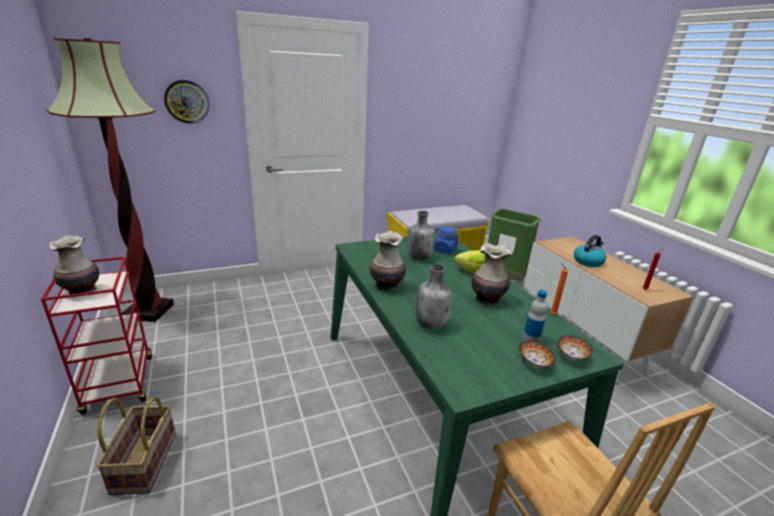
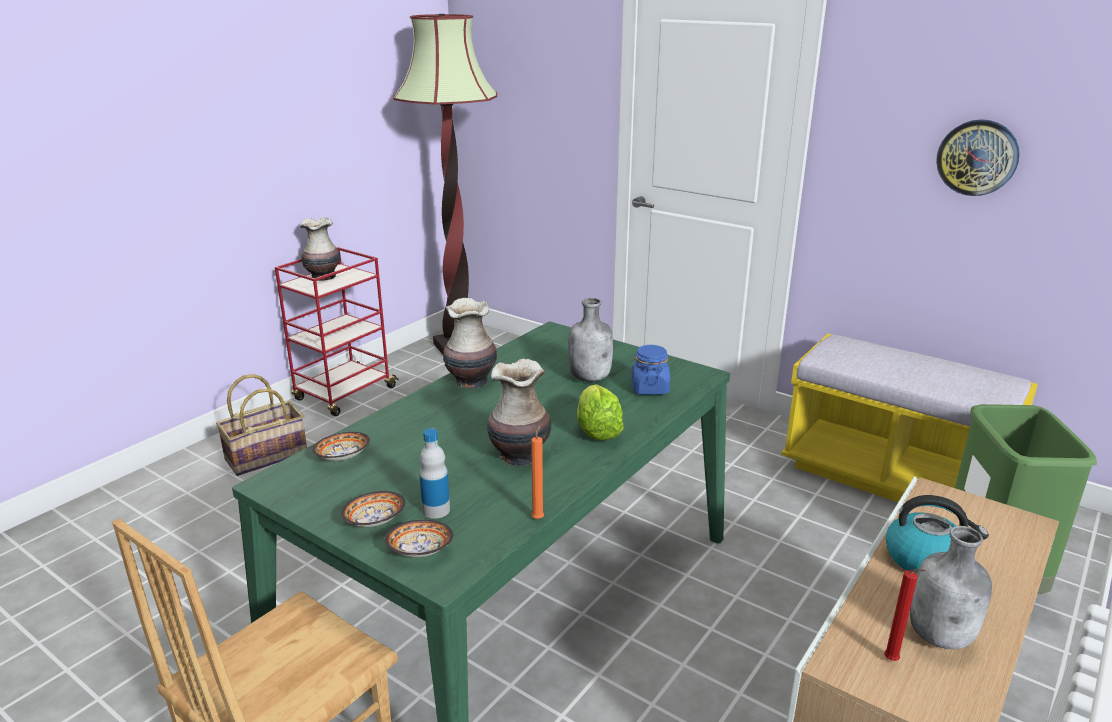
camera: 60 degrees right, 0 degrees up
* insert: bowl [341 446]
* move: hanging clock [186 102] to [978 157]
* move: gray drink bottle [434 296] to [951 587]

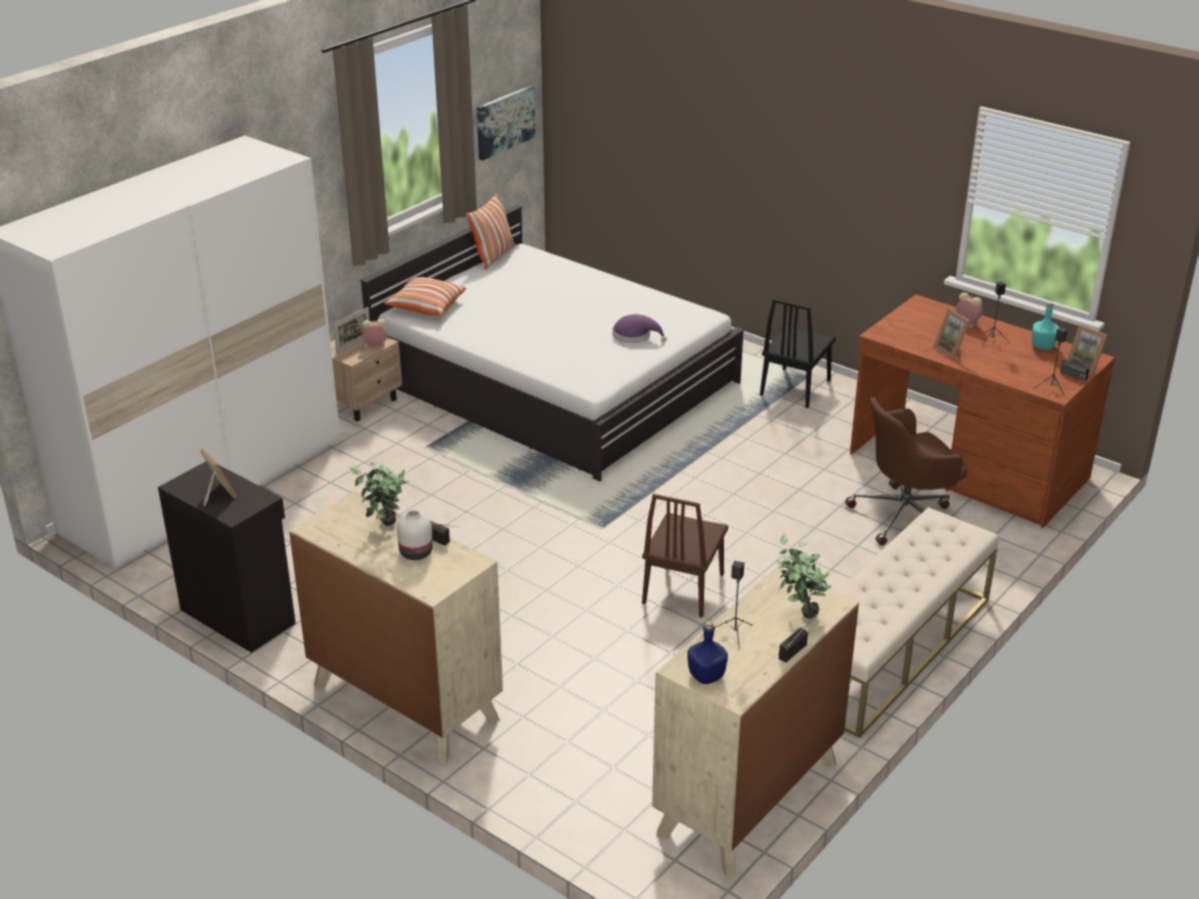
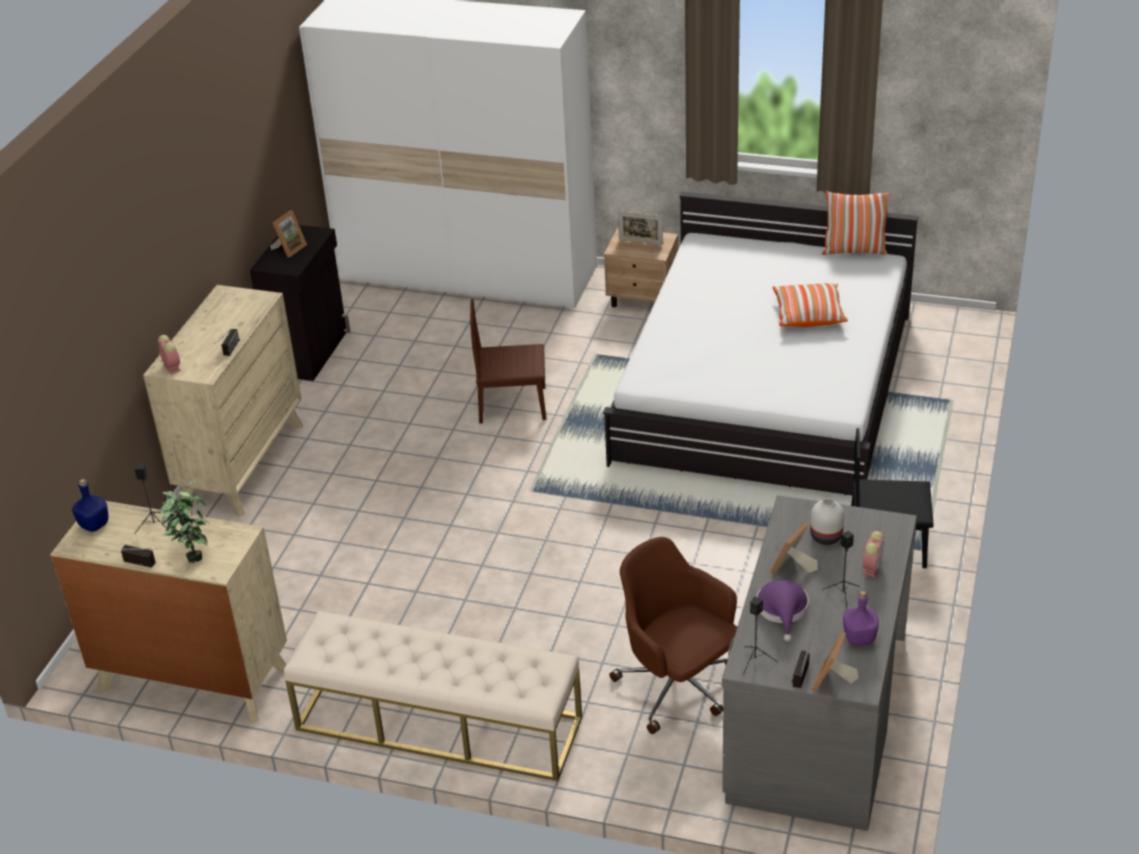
camera: 70 degrees right, 5 degrees up
* delete: potted plant [379 492]
* delete: picture [506 123]
* move: bedside clock [374 334] to [169 354]
* move: throw pillow [425 296] to [810 305]
* move: white vase [415 535] to [827 521]
* move: purple-coloured clothing hat [640 328] to [783 610]
* move: brown chair [685 556] to [508 361]
* recolor: brown desk [982 411] to gray desk [819 663]
* recolor: turquoise drink bottle [1045 326] to purple-coloured drink bottle [861 618]

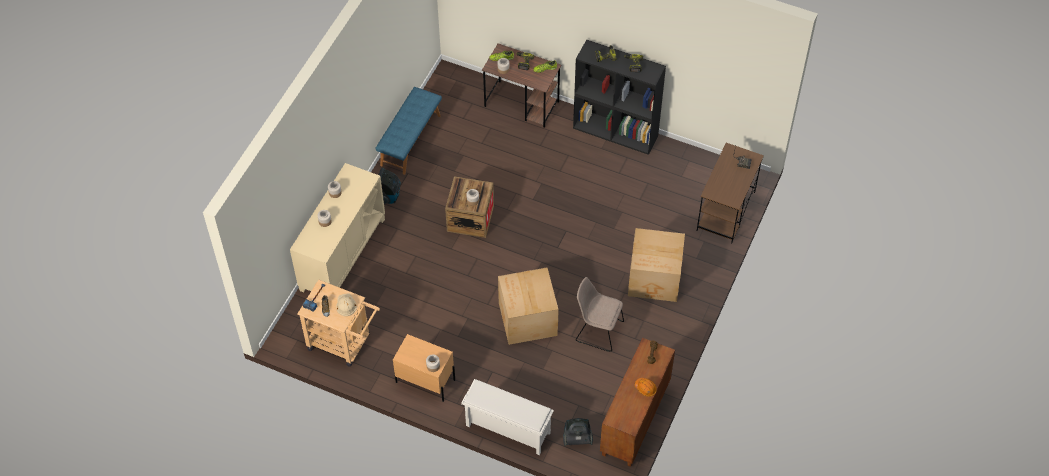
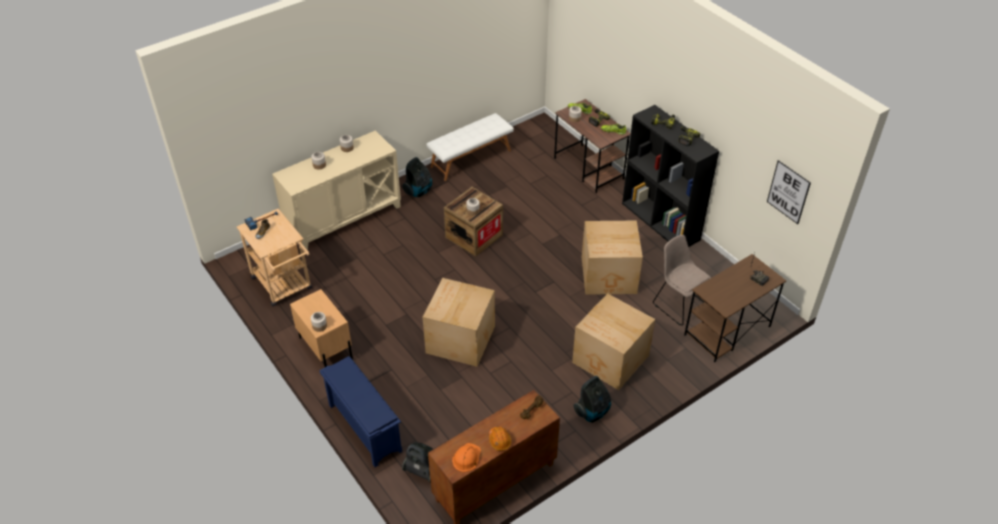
camera: 30 degrees right, 10 degrees down
* delete: sand-coloured hard hat [346 305]
* insert: orange-coloured hard hat [466 457]
* insert: vacuum cleaner [592 399]
* insert: cardboard box [612 258]
* insert: picture [789 192]
* move: sand-coloured chair [600 314] to [682 280]
* recolor: blue-coloured bench [409 131] to white bench [470 147]
* recolor: white shoe rack [507 417] to blue-coloured shoe rack [360 411]

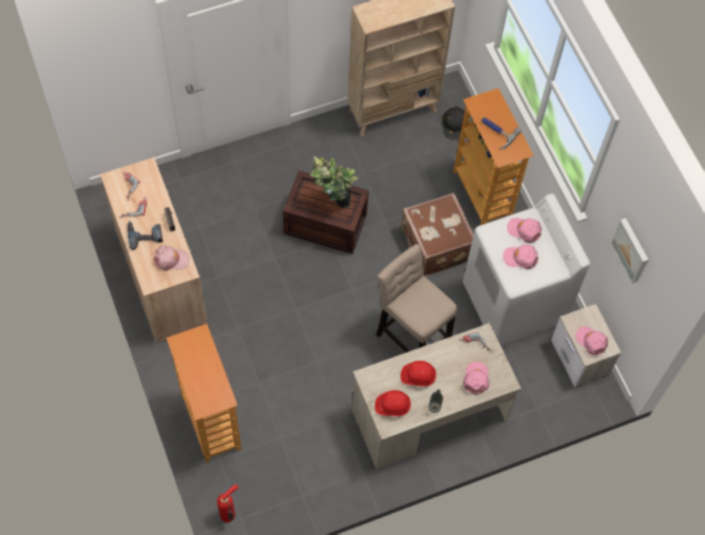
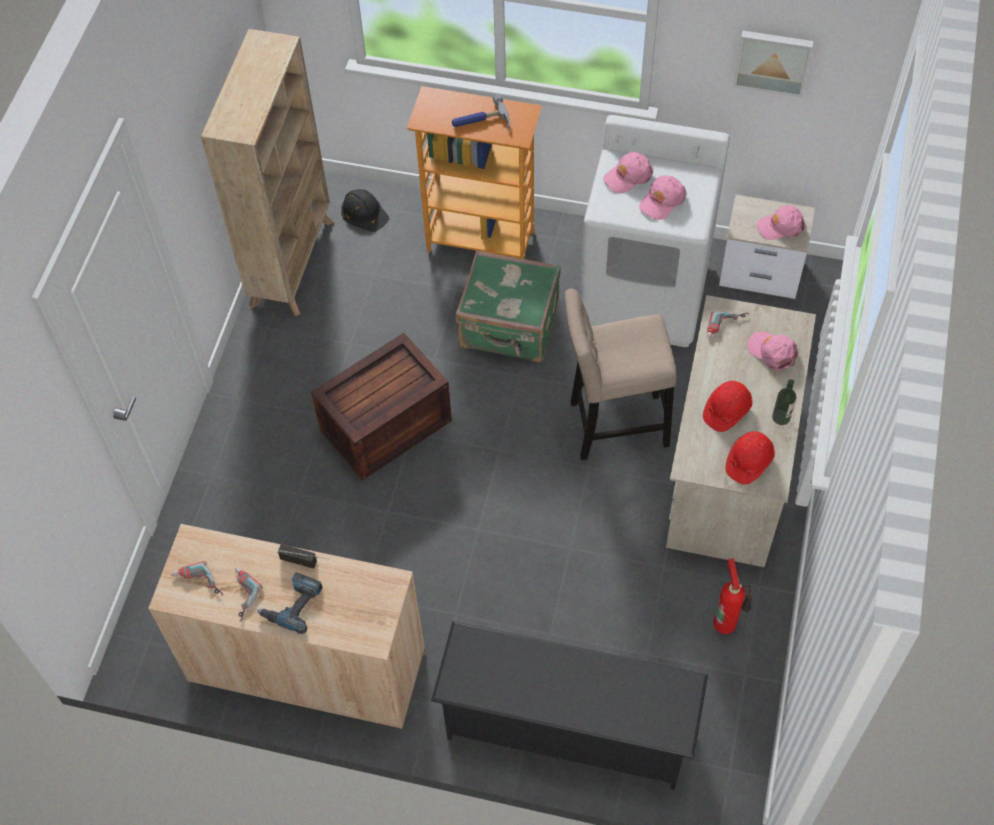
camera: 50 degrees left, 5 degrees down
* delete: pink peaked cap [171 258]
* delete: potted plant [334 182]
* move: fire extinguisher [228 503] to [733 596]
* replace: shelving unit [204 393] to black shoe rack [569 705]
* recolor: brown travel case [437 234] to greenish travel case [508 306]

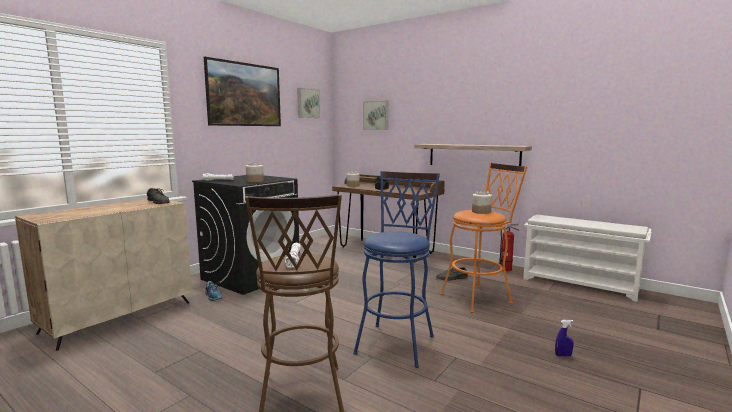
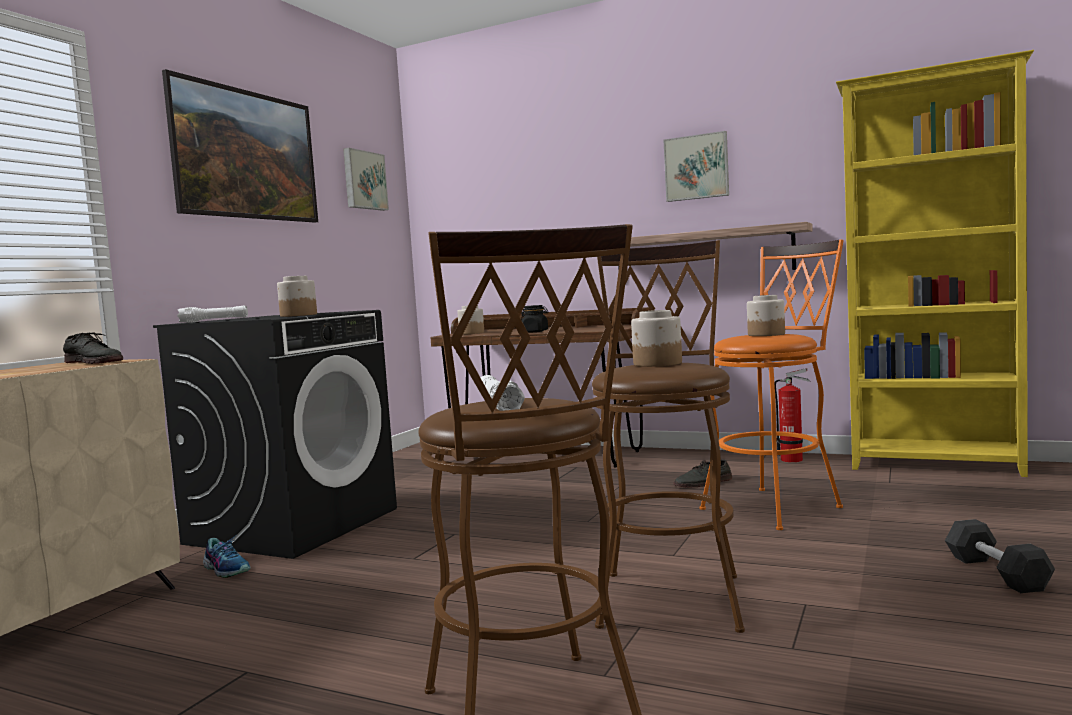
camera: 10 degrees left, 5 degrees down
* insert: jar [656 338]
* move: picture [375 115] to [696 166]
* replace: white shoe rack [587 258] to yellow shelving unit [935 263]
* replace: blue-coloured hand sprayer [564 338] to gray free weight [1000 556]
* recolor: blue-coloured sitting stool [396 269] to brown sitting stool [668 436]

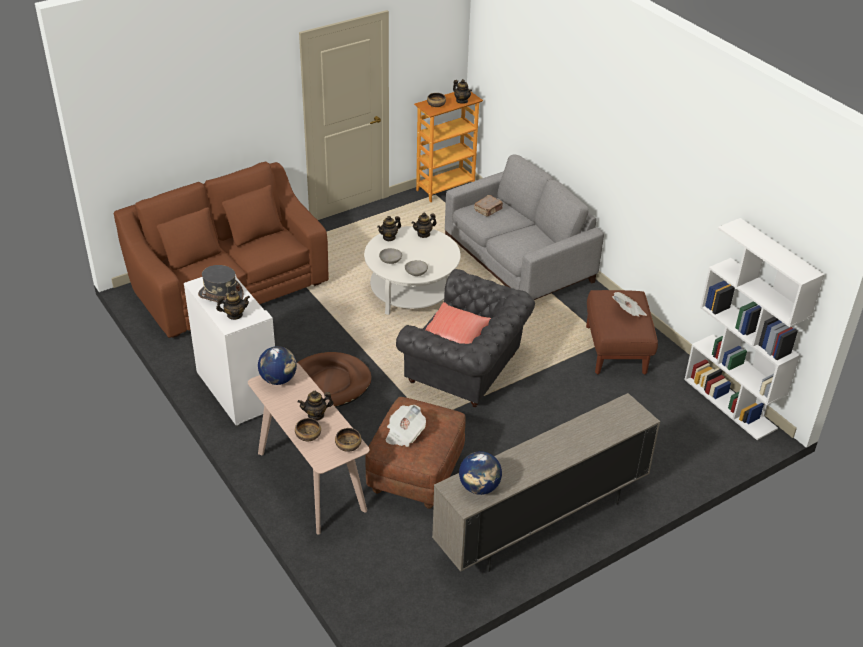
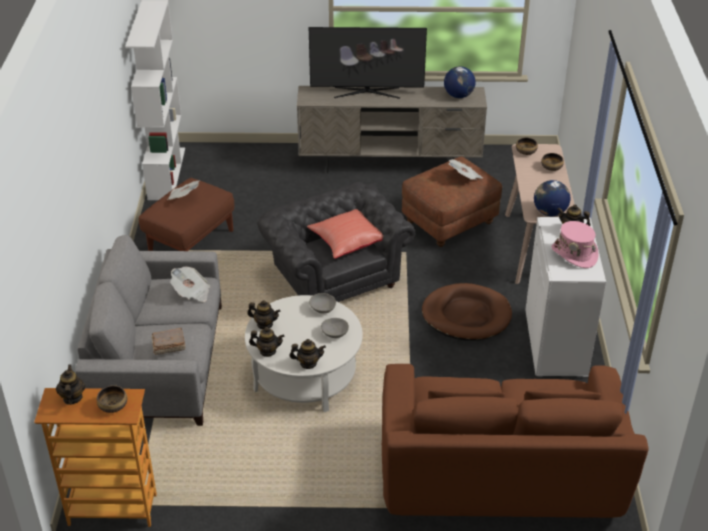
camera: 145 degrees left, 0 degrees up
* insert: daily paper [190 284]
* insert: TV set [368 63]
* move: teapot [315 406] to [263 314]
* recolor: gray clothing hat [221 283] to pink clothing hat [575 244]

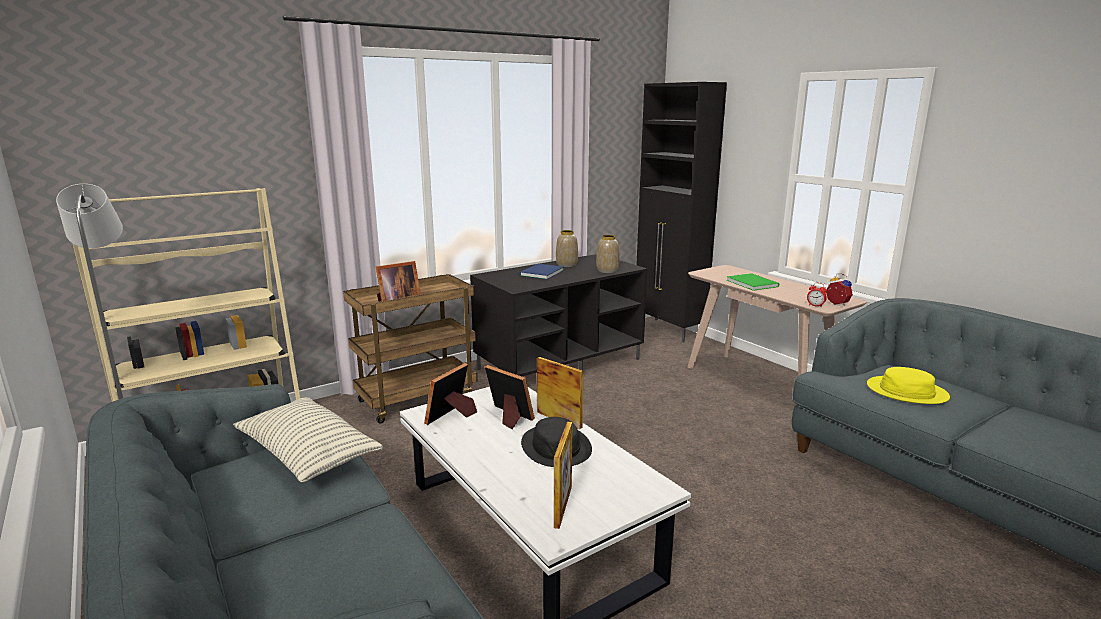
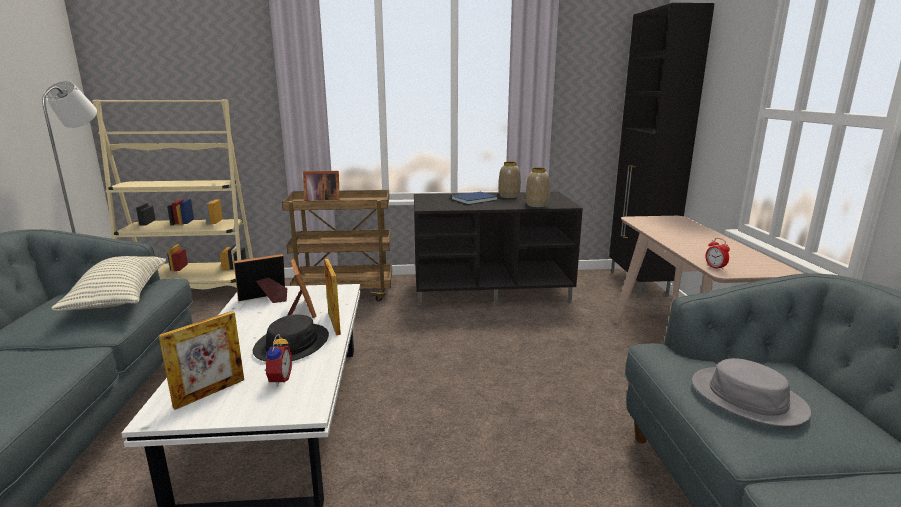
camera: 30 degrees right, 0 degrees up
* delete: greenish bound book [753 282]
* move: bedside clock [839 289] to [278 360]
* recolor: yellow clothing hat [908 385] to gray clothing hat [751 392]

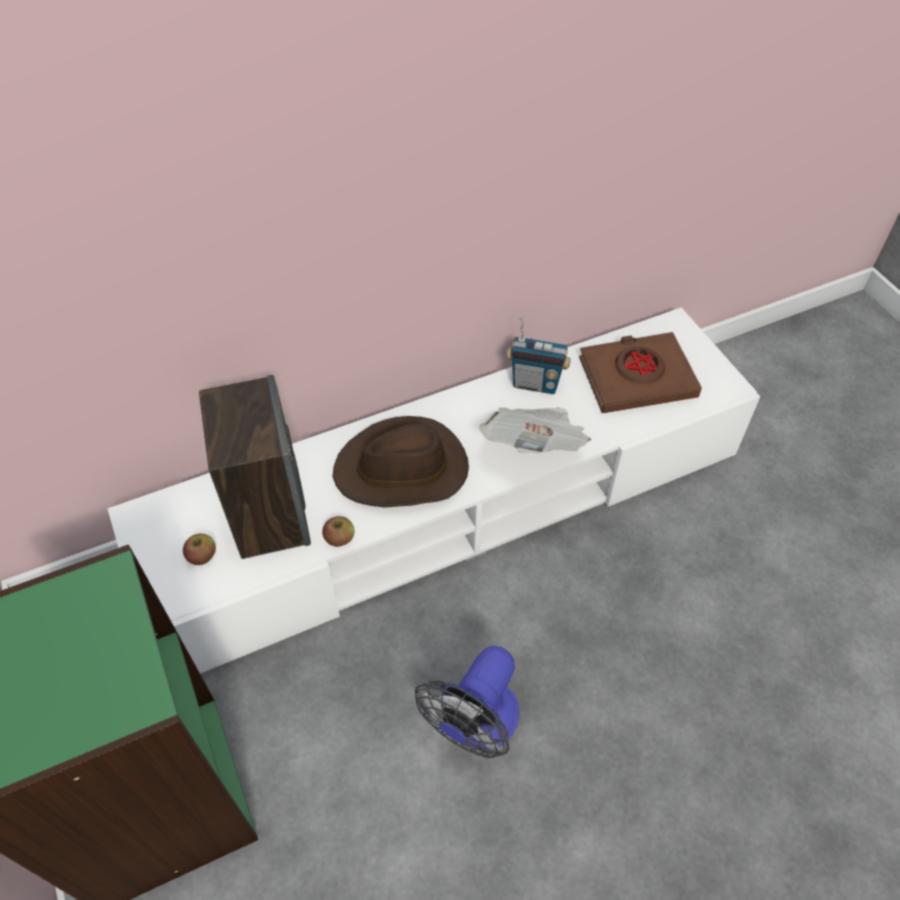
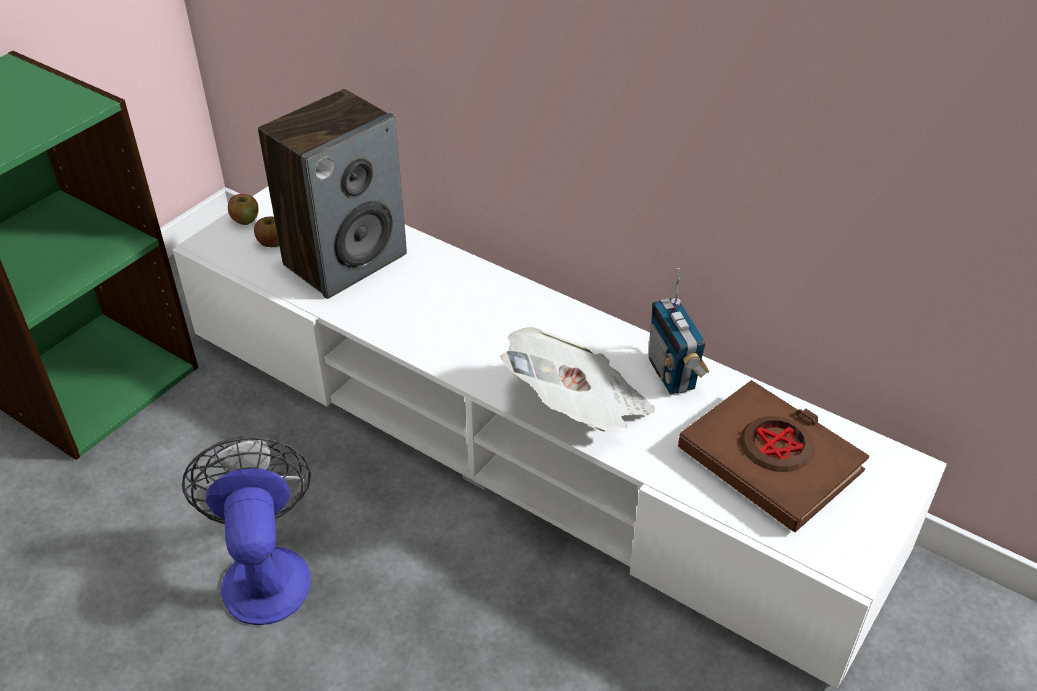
camera: 60 degrees right, 10 degrees down
* delete: brown clothing hat [401 462]
* move: apple fruit [338 531] to [243 209]
* rotate: cooling fan [467 702] = [246 530] 75 degrees clockwise

